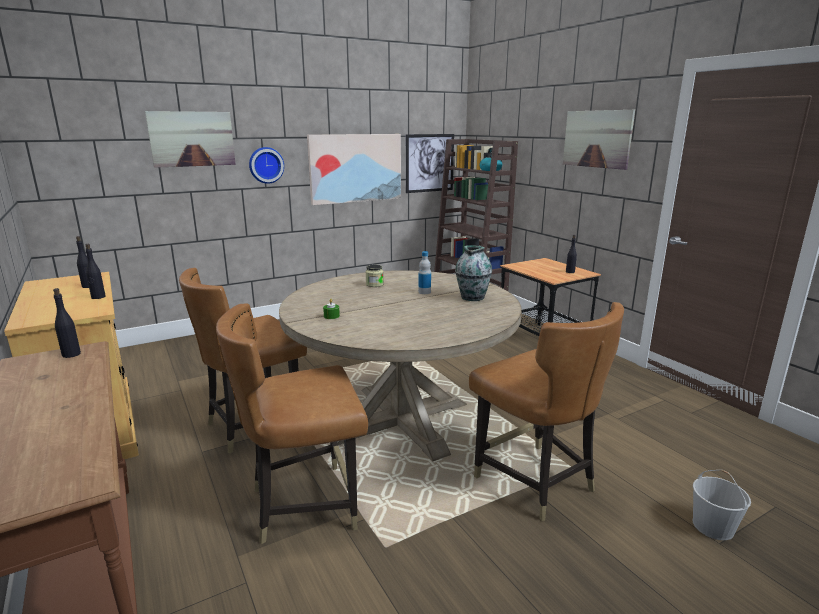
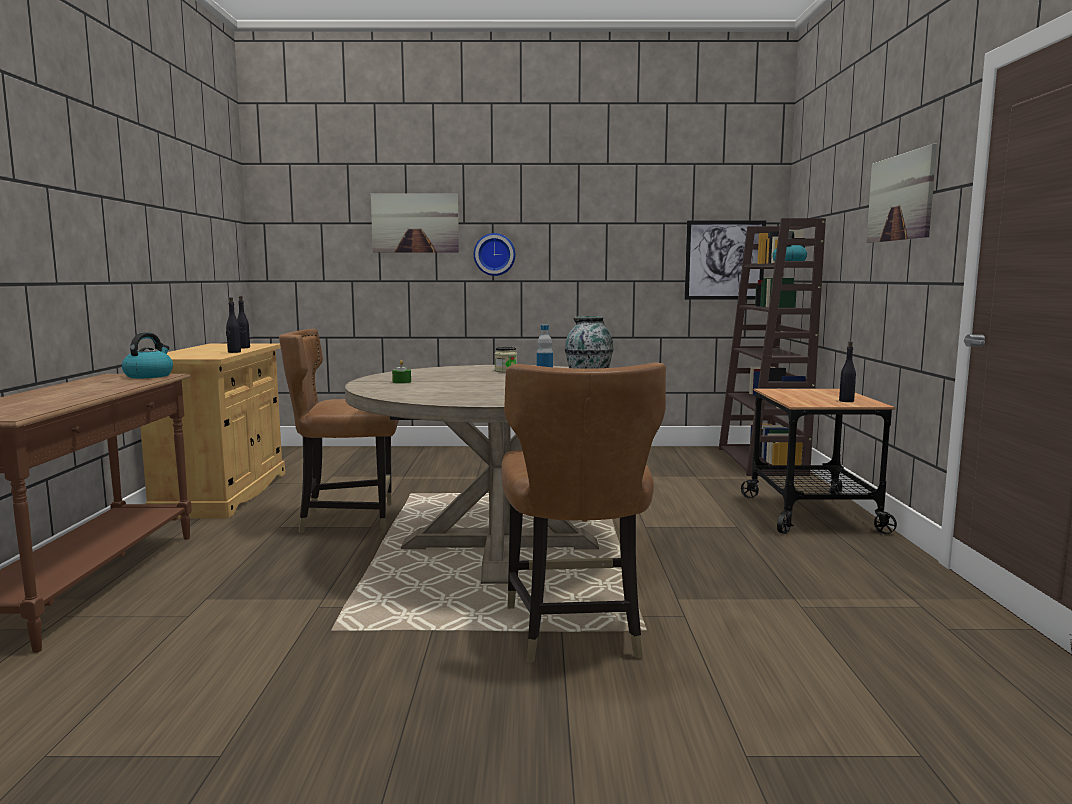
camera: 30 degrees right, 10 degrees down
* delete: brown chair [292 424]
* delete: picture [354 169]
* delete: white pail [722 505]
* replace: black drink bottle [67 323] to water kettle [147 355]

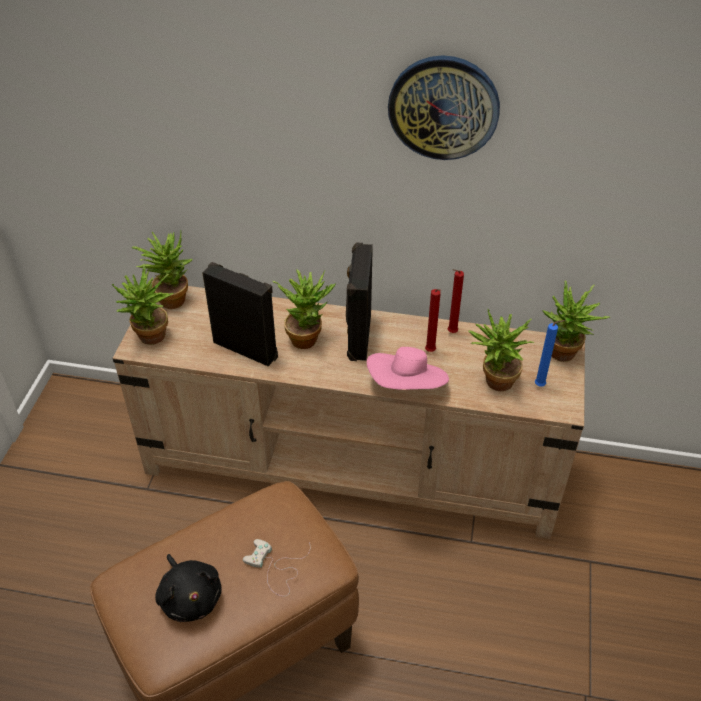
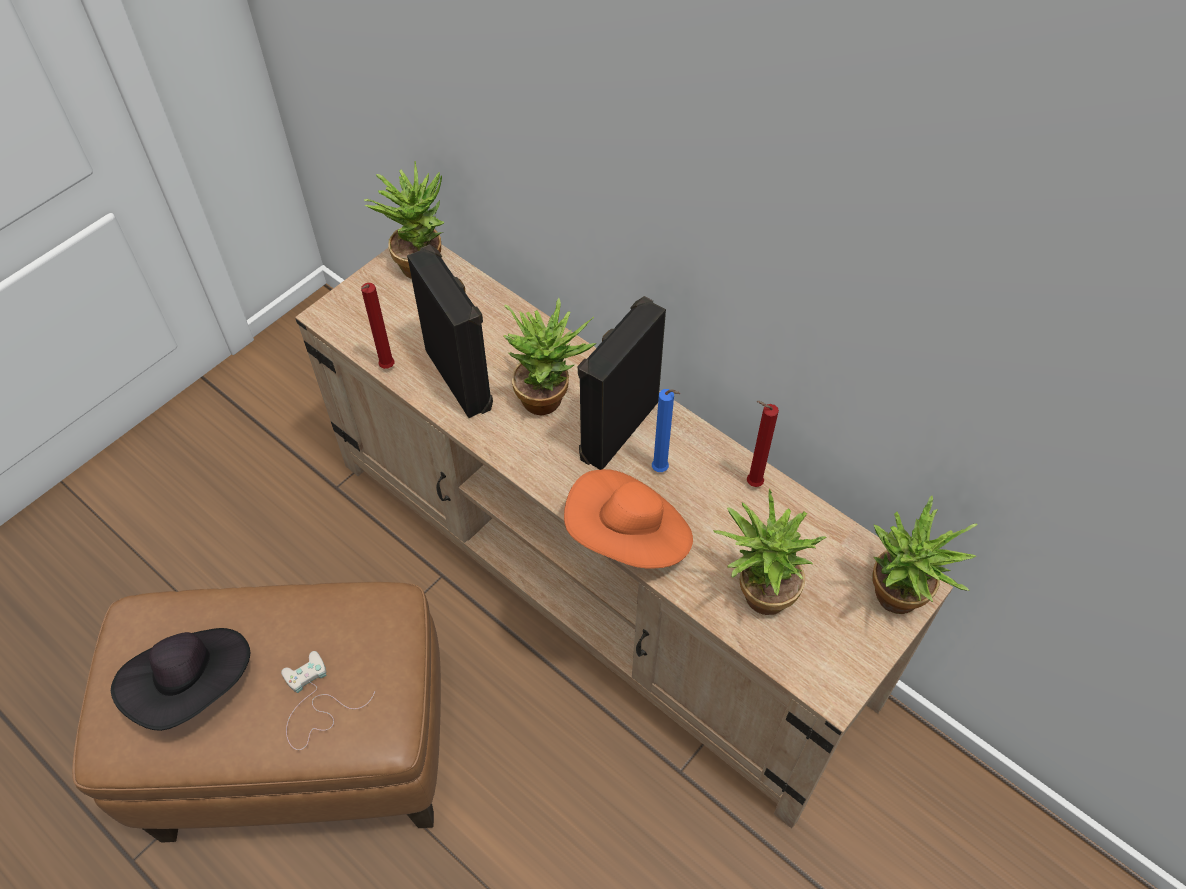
camera: 30 degrees right, 10 degrees up
* delete: potted plant [142 304]
* delete: hanging clock [444 107]
* move: red-coloured wax candle [433 320] to [378 326]
* move: blue-coloured wax candle [550 353] to [666 430]
* replace: black cuddly toy [188 588] to black clothing hat [180 679]
* recolor: pink clothing hat [408 368] to orange-coloured clothing hat [628 518]

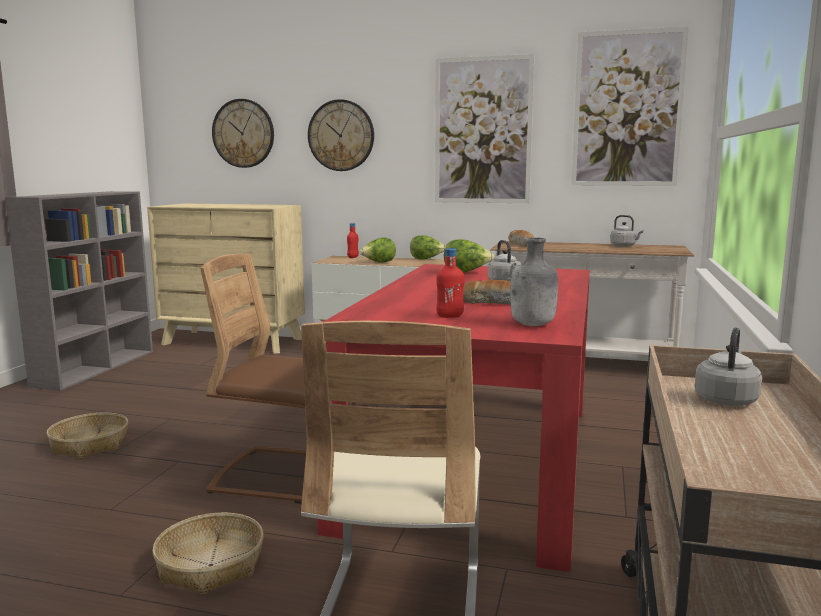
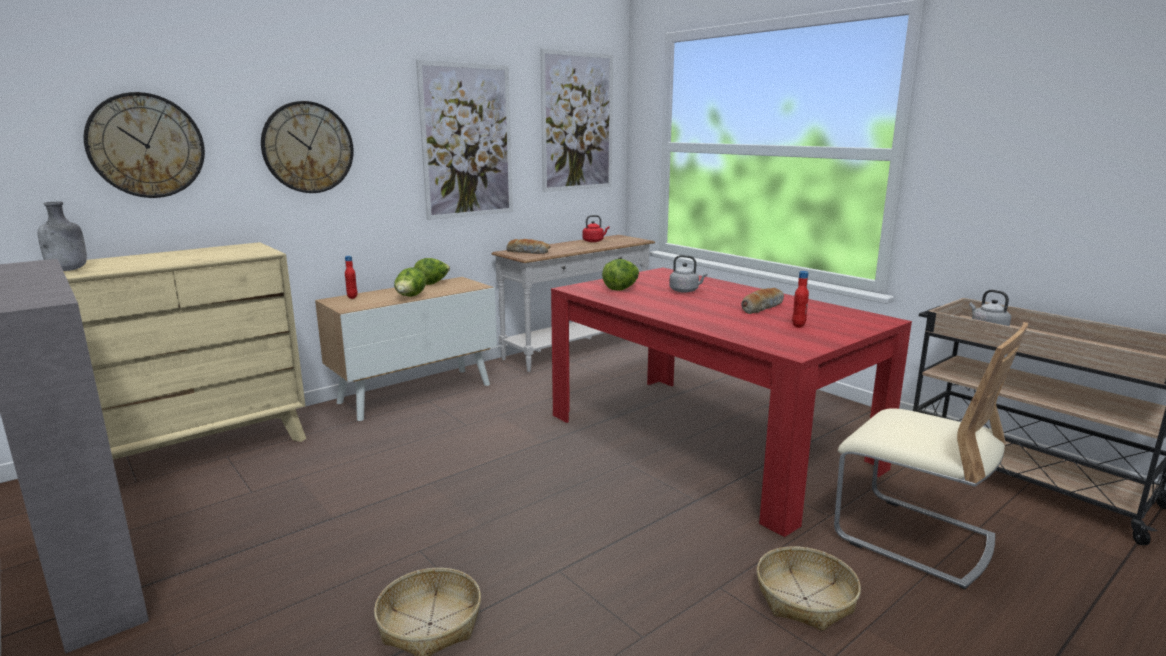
camera: 55 degrees left, 5 degrees up
* delete: brown chair [278 379]
* move: gray drink bottle [534 281] to [62 236]
* recolor: gray water kettle [626 231] to red-coloured water kettle [596 228]

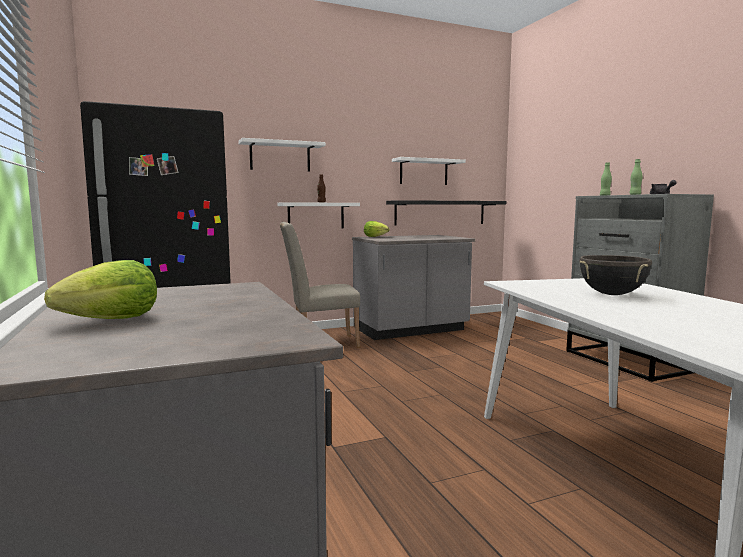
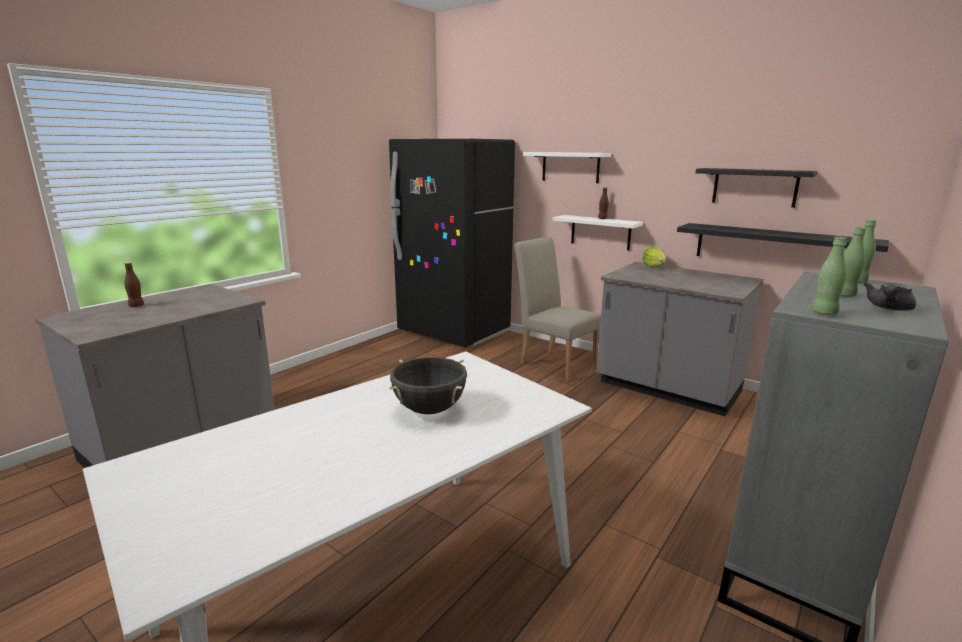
camera: 60 degrees right, 10 degrees up
* insert: greenish drink bottle [829 276]
* replace: lettuce head [100 289] to brown drink bottle [134 285]
* recolor: white bracket shelf [429 171] to black bracket shelf [757 188]

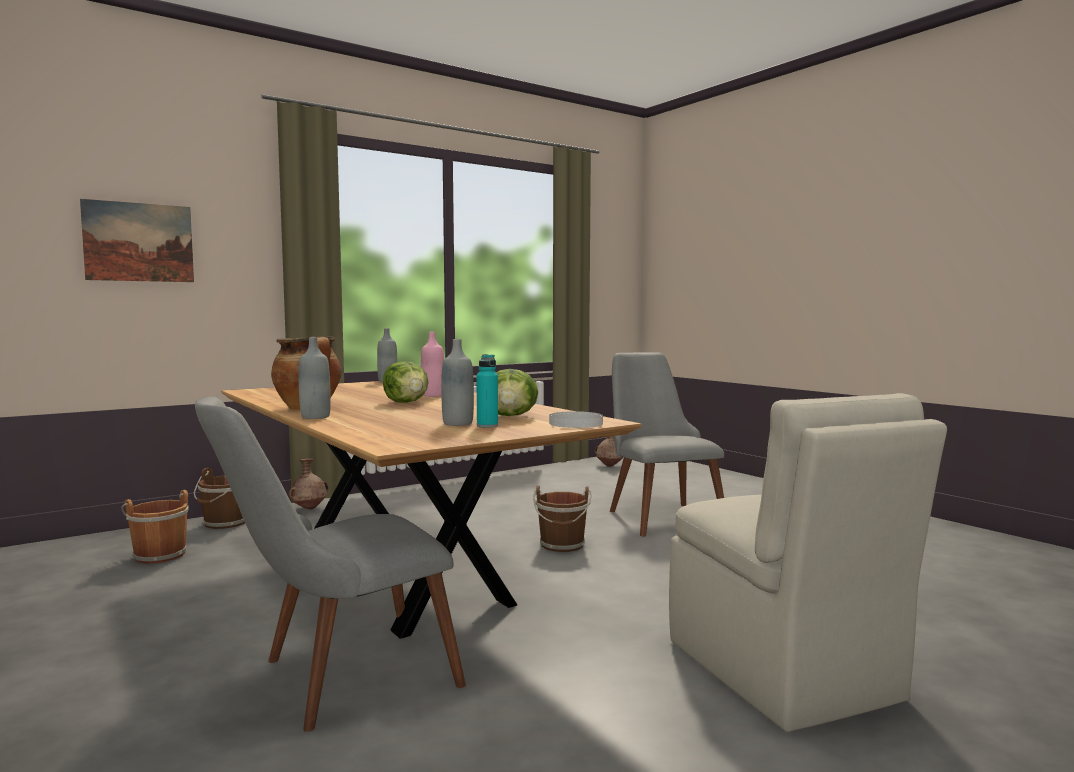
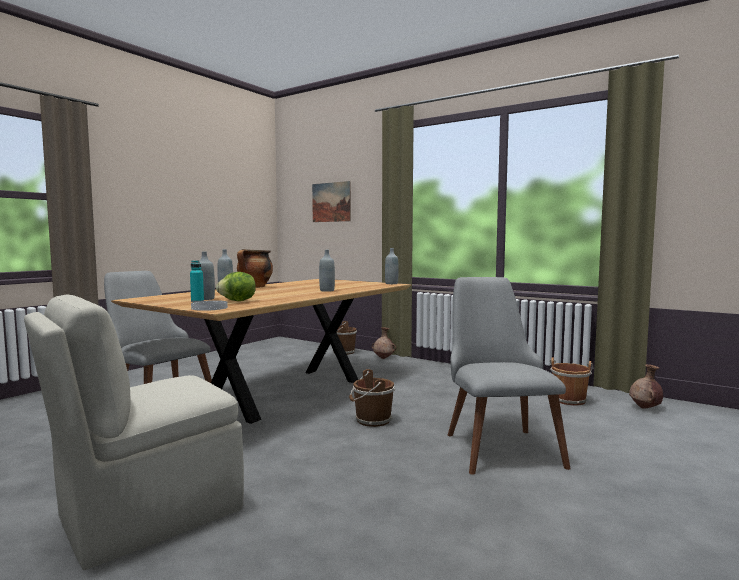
camera: 70 degrees right, 0 degrees up
* delete: lettuce head [405 382]
* move: brown pail [155 527] to [571 381]
* recolor: pink drink bottle [432 364] to gray drink bottle [327 271]
* rotate: gray chair [667 444] = [509 376] 60 degrees counterclockwise

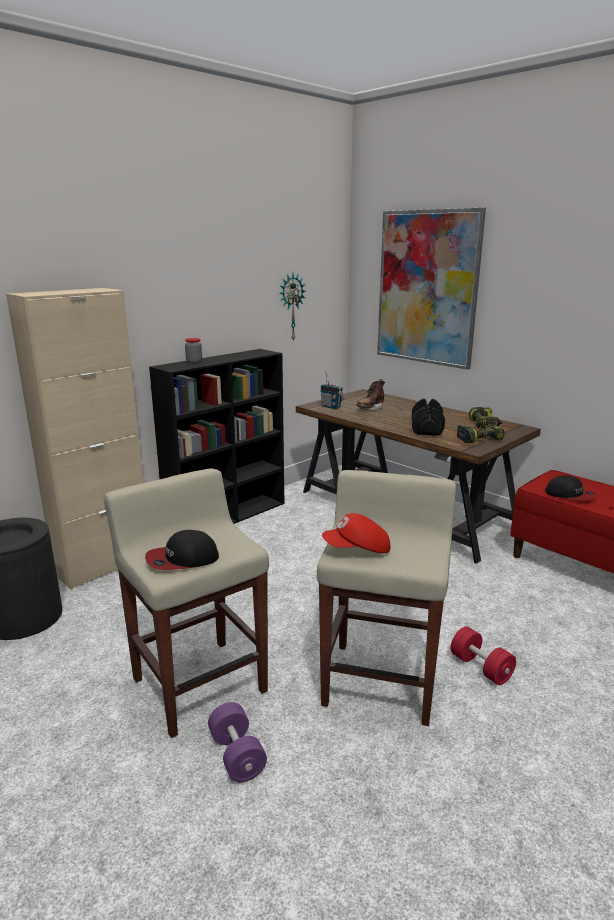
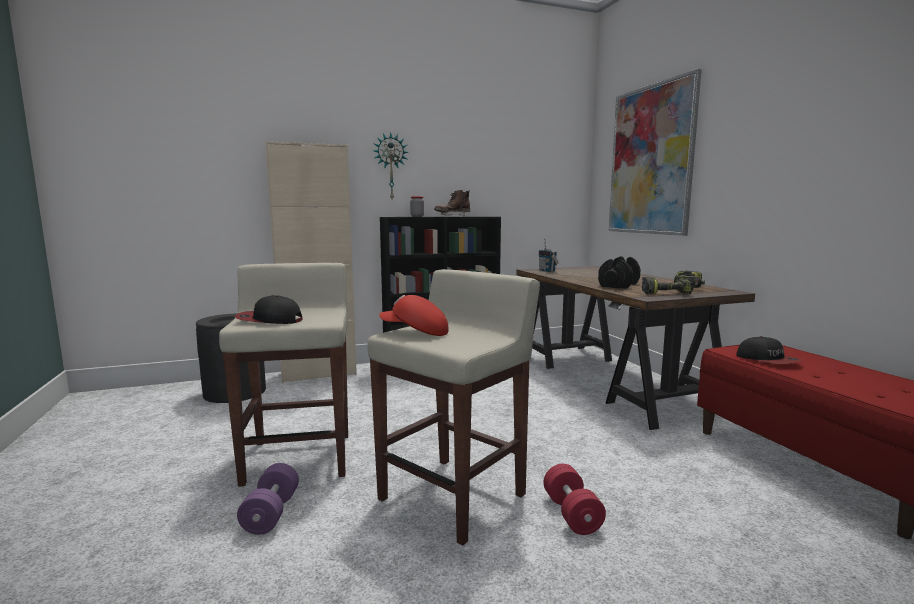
camera: 25 degrees right, 10 degrees down
* move: hanging clock [292 308] to [390 165]
* move: brown tall boot [370 395] to [452 203]

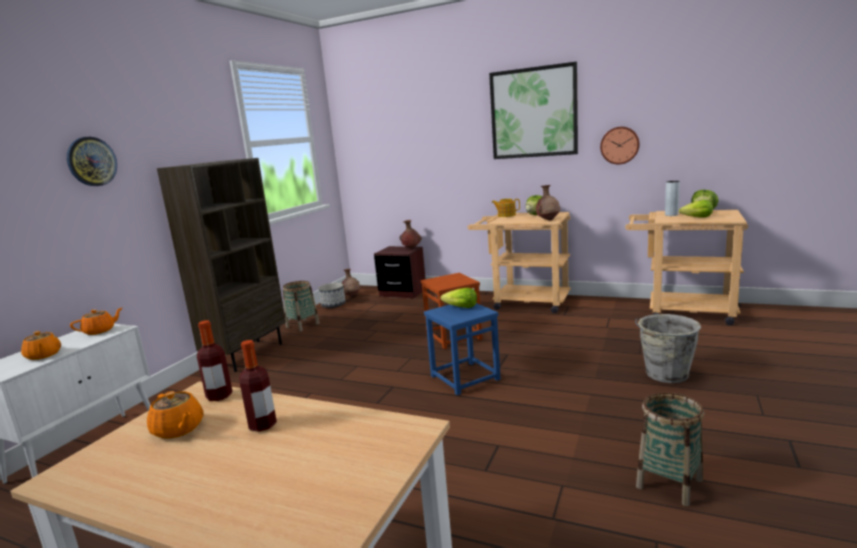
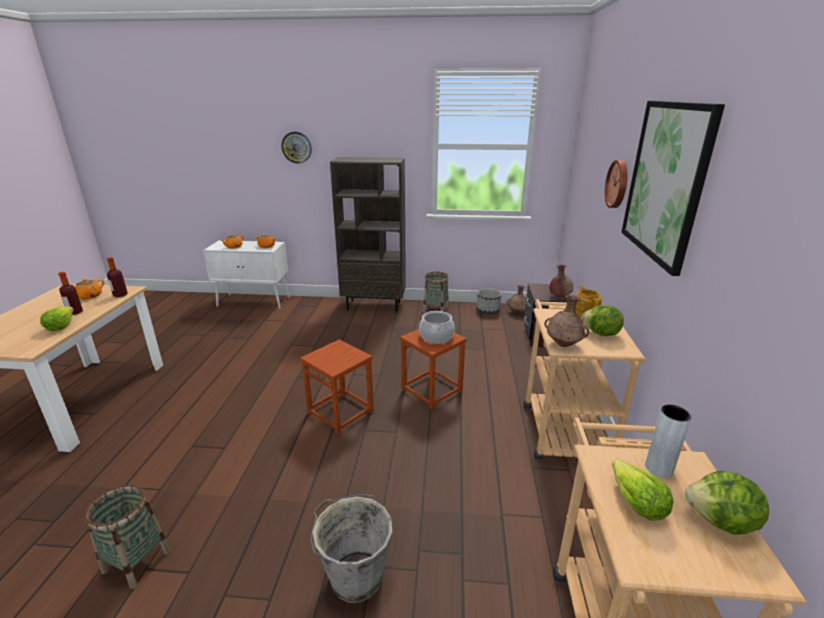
camera: 70 degrees right, 10 degrees up
* insert: stockpot [437 327]
* move: lettuce head [459 298] to [57 318]
* move: hanging clock [620 146] to [616 184]
* recolor: blue-coloured sitting stool [462 349] to brown sitting stool [337 386]

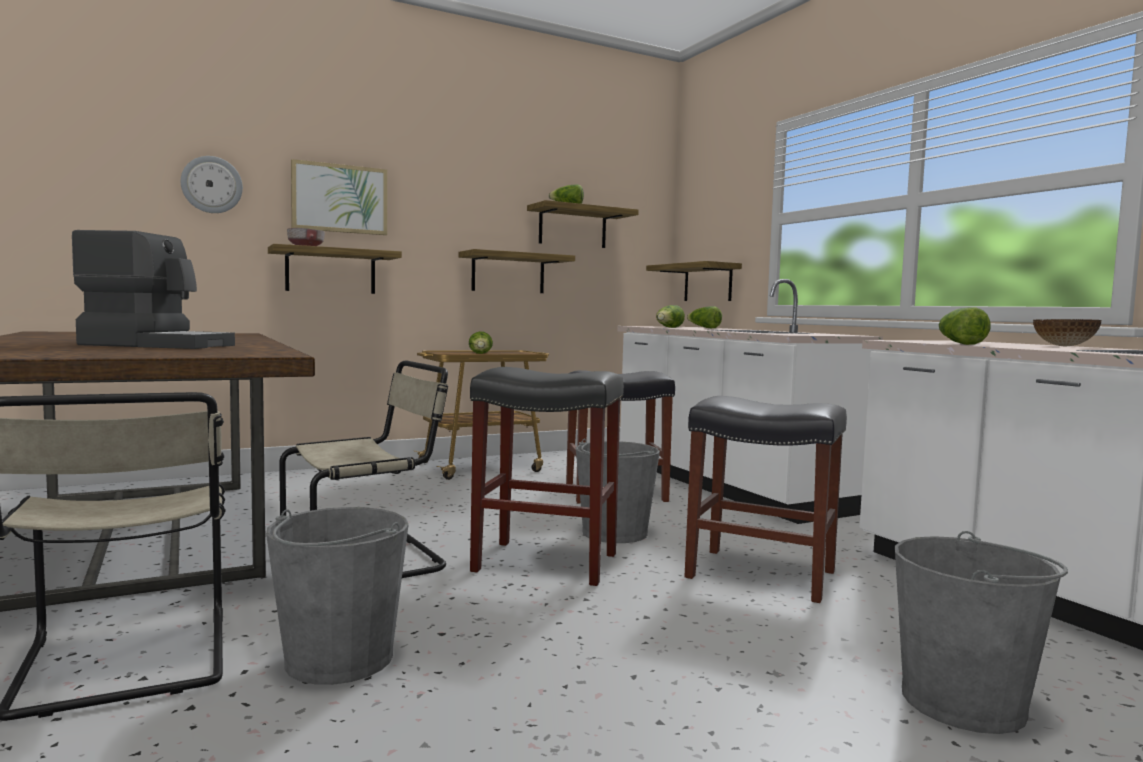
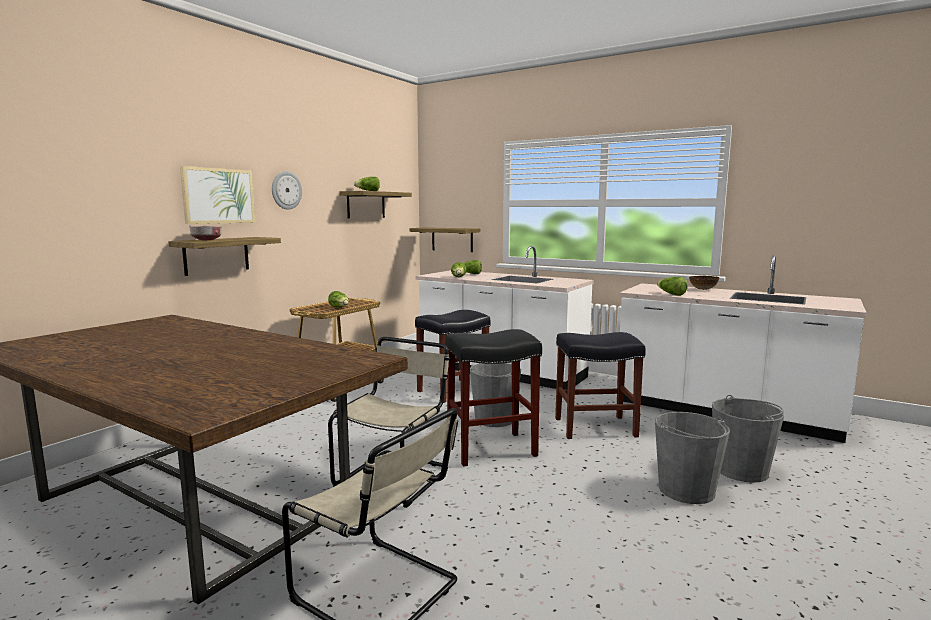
camera: 30 degrees left, 5 degrees up
* delete: coffee brewer [153 289]
* delete: bracket shelf [516 271]
* move: hanging clock [212 184] to [287 190]
* move: gray pail [337 596] to [692 458]

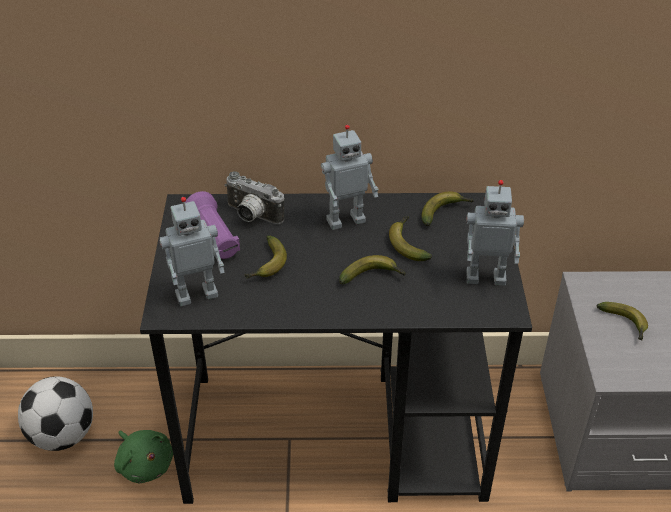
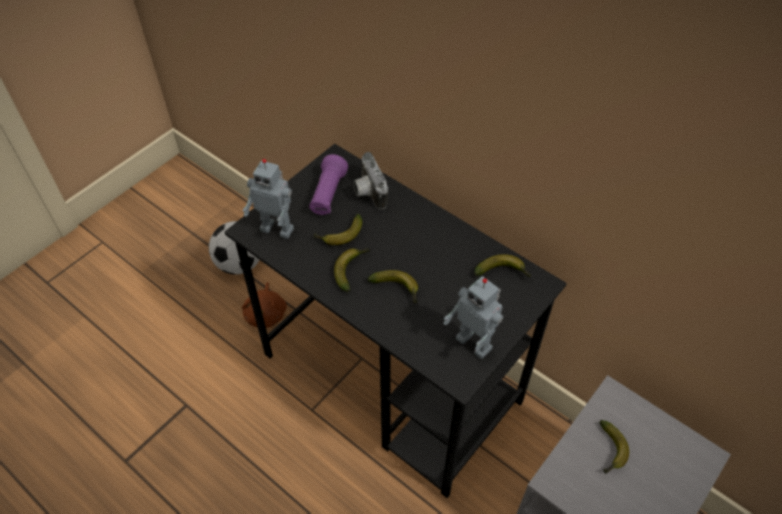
camera: 40 degrees right, 10 degrees up
* delete: robot figure [350 177]
* move: whole banana [410 238] to [352 270]
* recolor: greenish cuddly toy [143 457] to brown cuddly toy [264 305]

